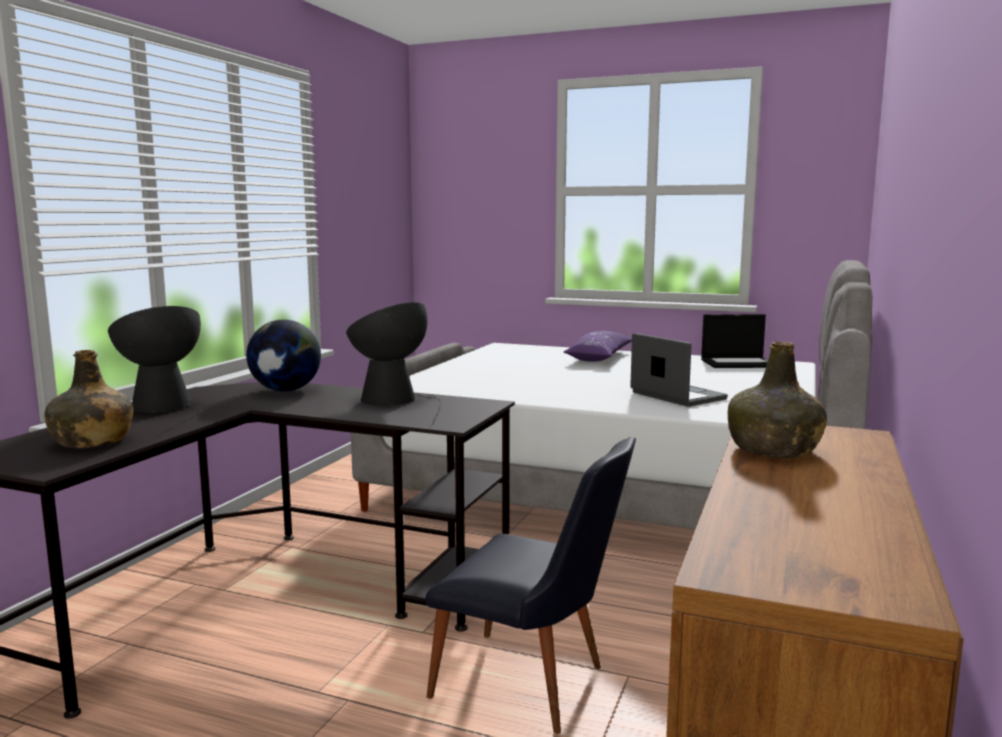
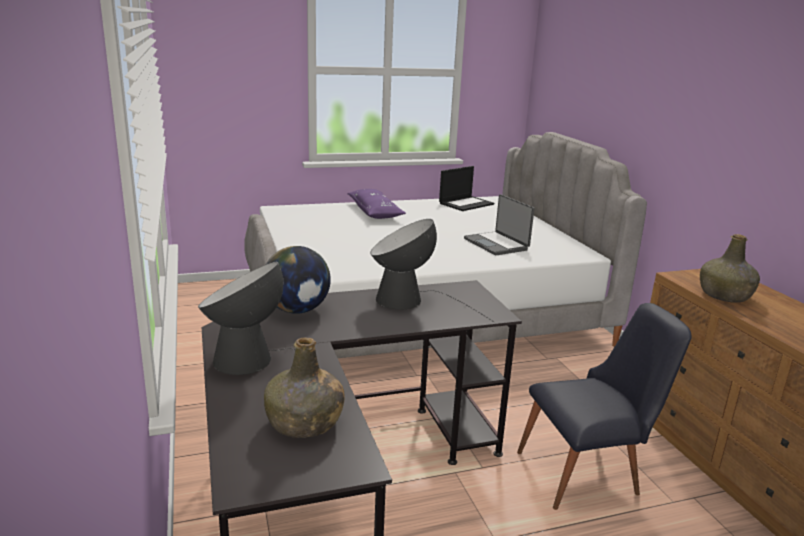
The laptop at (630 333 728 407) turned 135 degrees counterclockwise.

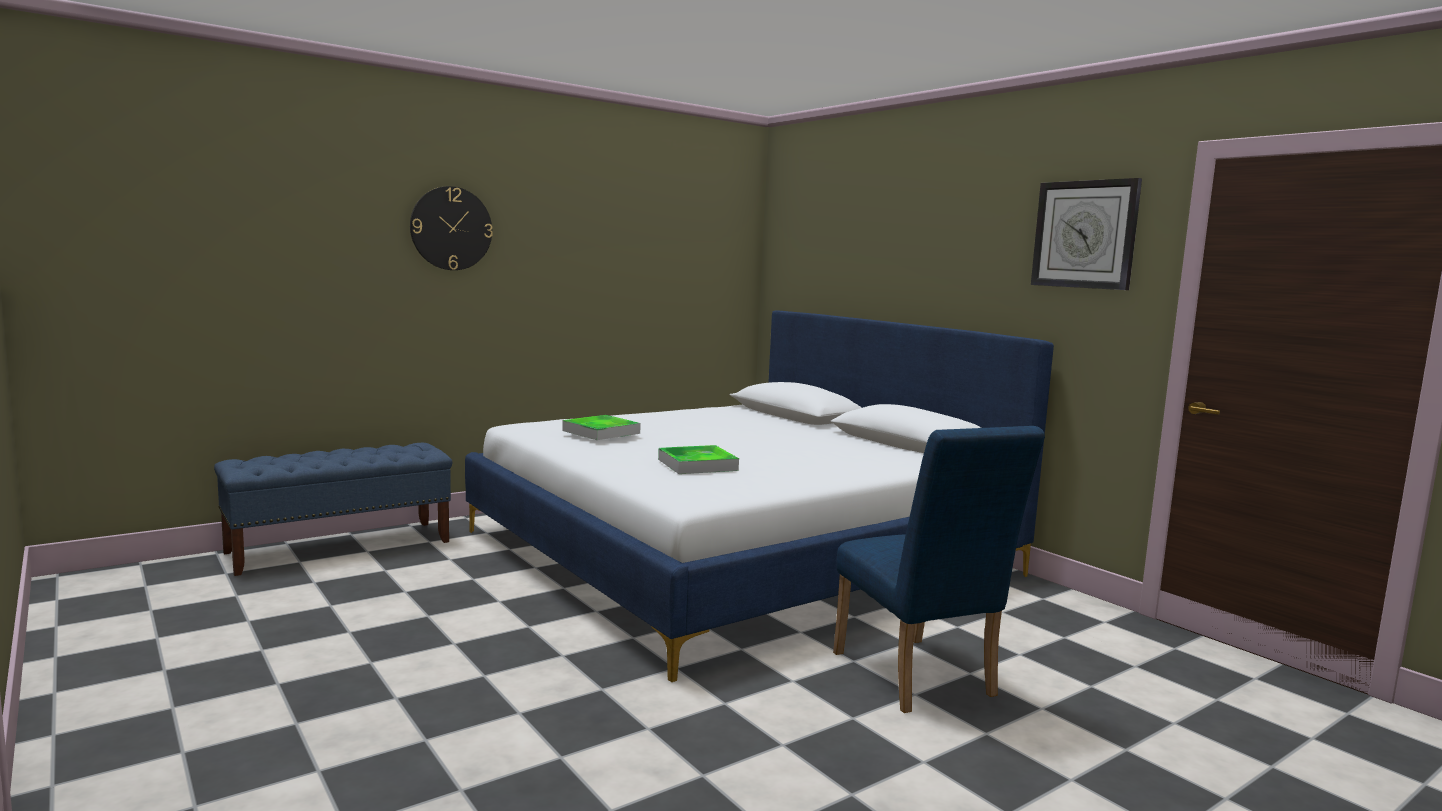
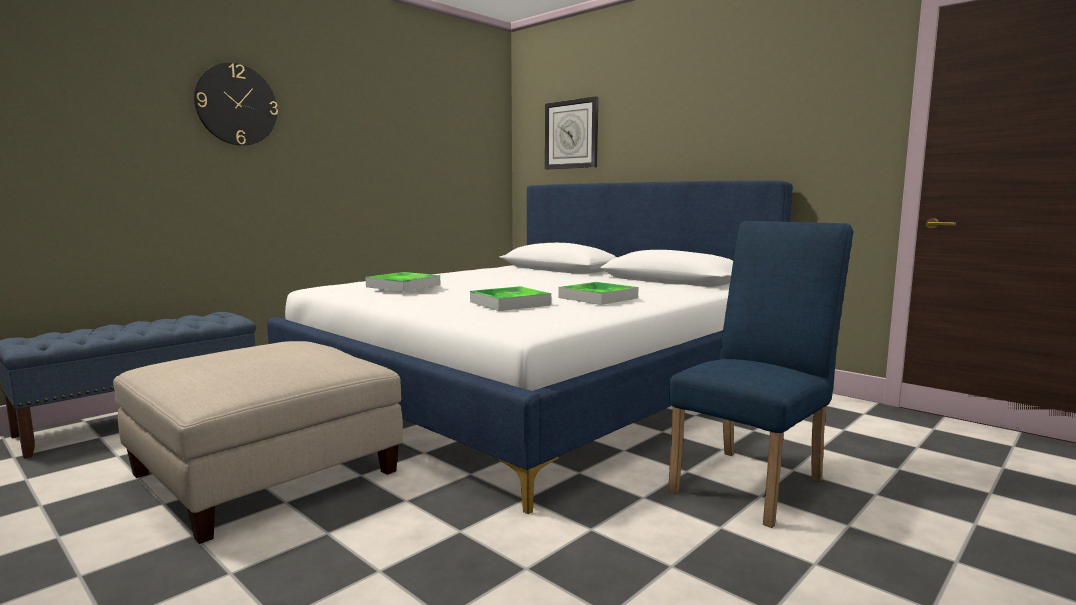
The beige ottoman at (113 341 403 544) appeared. The tray at (559 282 638 305) appeared. The wall clock moved from (1031 178 1142 290) to (545 96 598 169). The blue chair at (833 426 1045 713) turned 105 degrees counterclockwise.

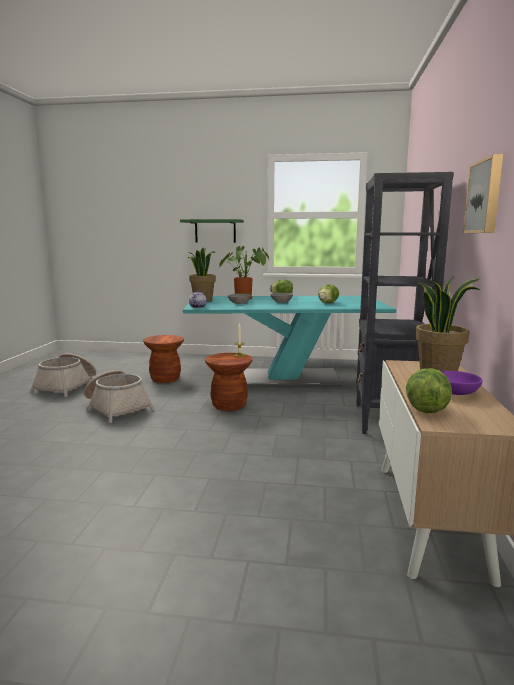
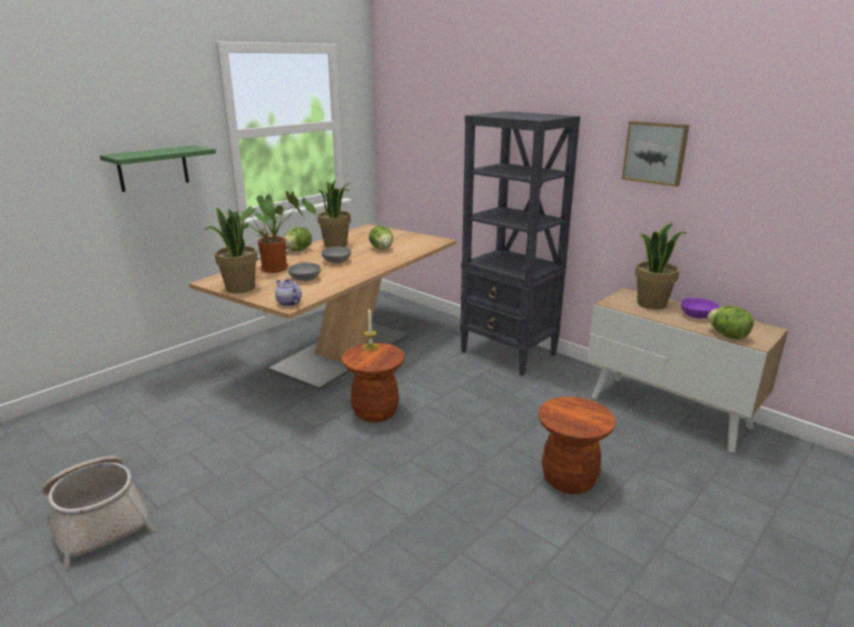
The basket at (84 370 154 423) disappeared. The potted plant at (317 181 351 248) appeared. The brown stool moved from (143 335 184 383) to (539 397 616 494). The turquoise dining table at (183 296 396 387) became the beige dining table at (189 224 456 390).

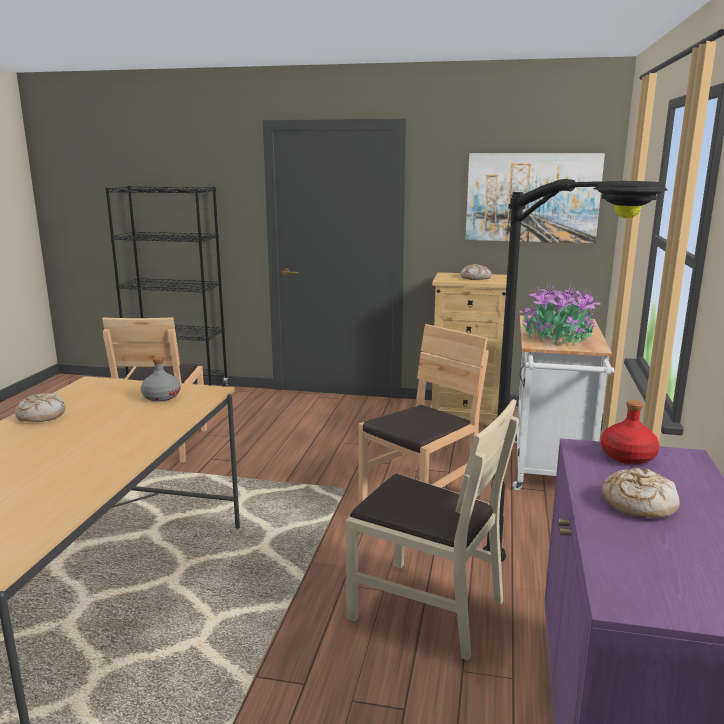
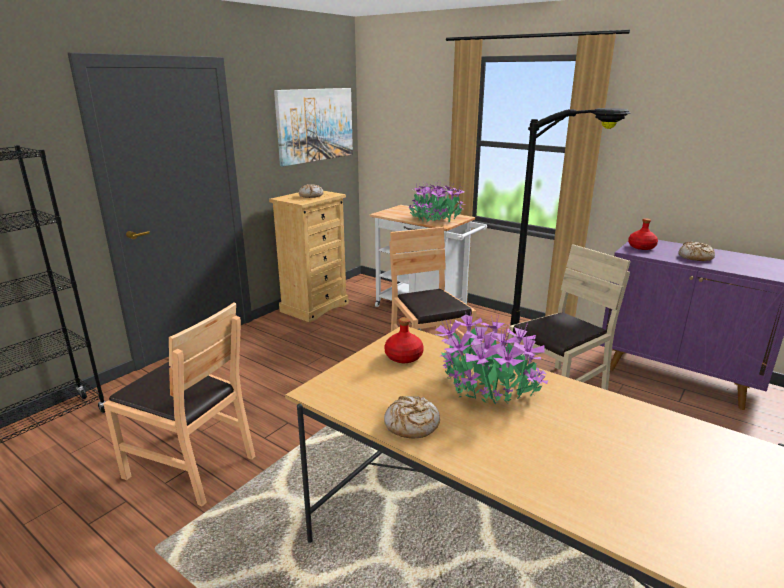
The potted plant at (436 311 549 404) appeared. The grey bottle at (141 357 181 402) became the red bottle at (384 317 424 363).

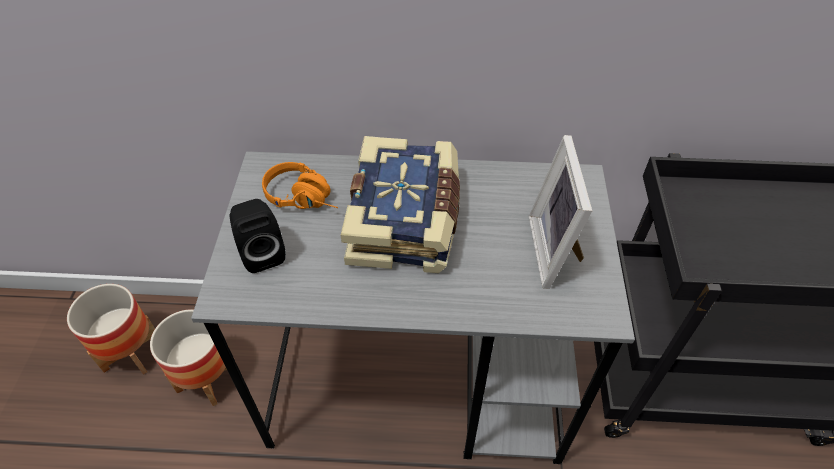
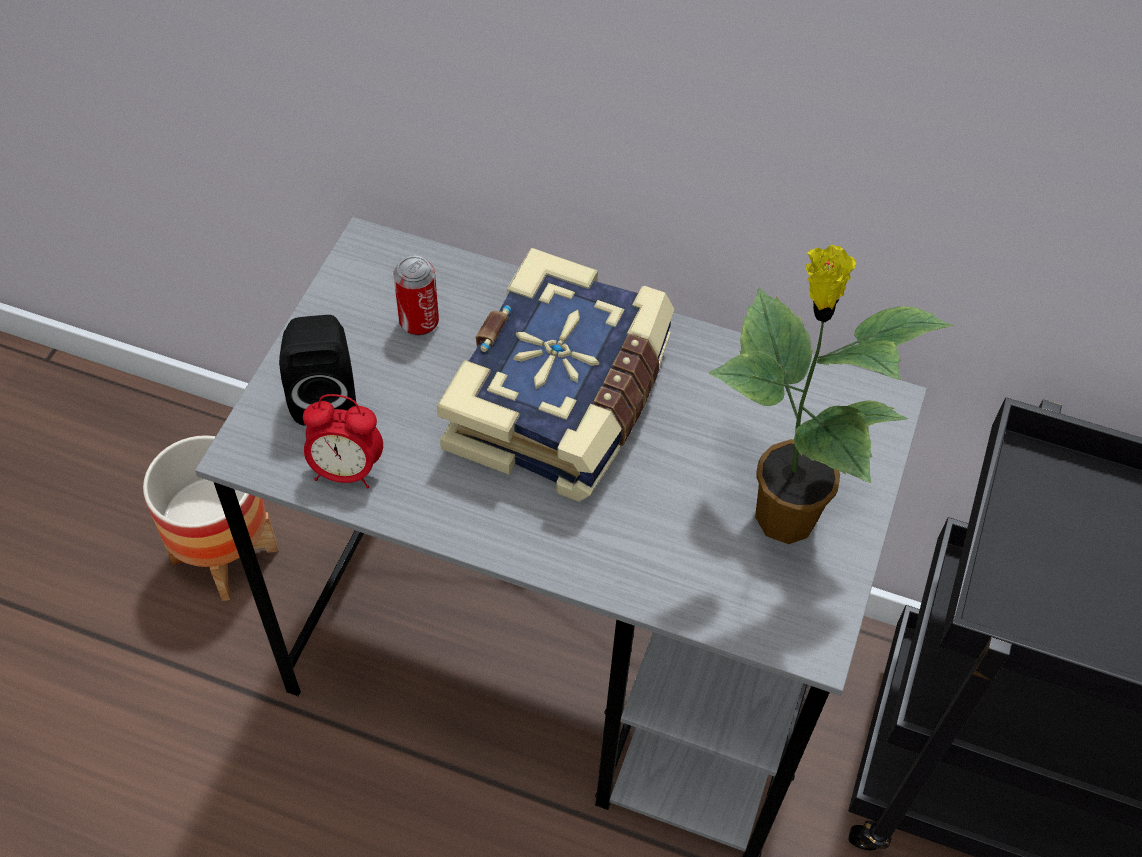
The planter at (67 284 155 375) disappeared. The alarm clock at (303 394 383 488) appeared. The orange headphones at (262 162 338 209) was replaced by the can at (393 256 439 336). The picture frame at (529 135 592 289) was replaced by the potted plant at (708 245 954 544).

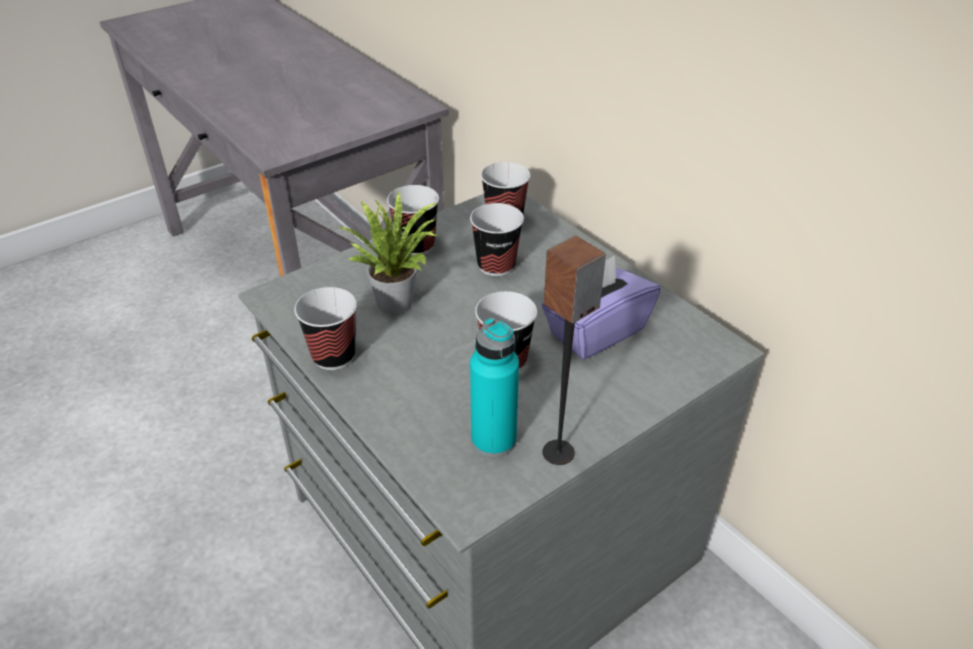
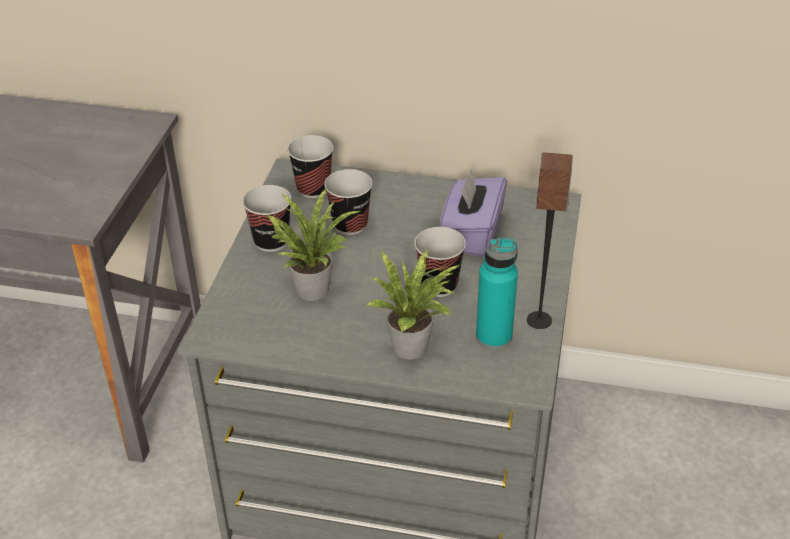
The cup at (294 287 357 370) disappeared. The potted plant at (367 249 462 359) appeared.

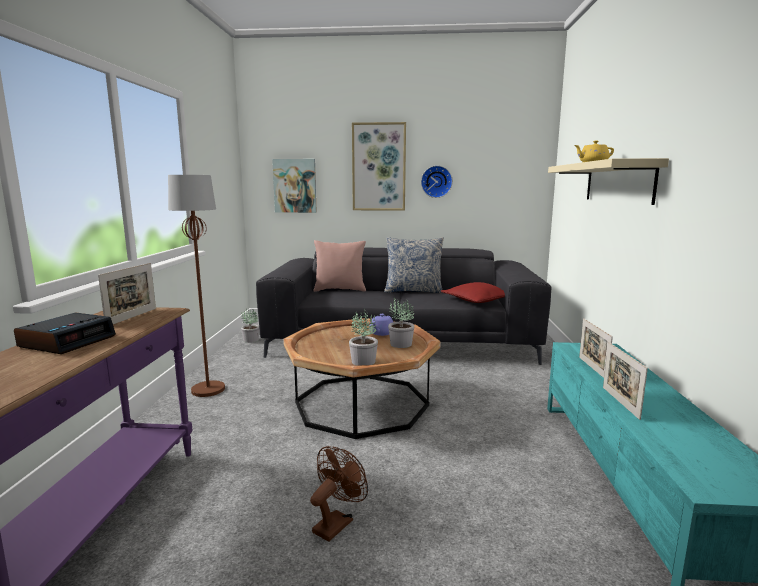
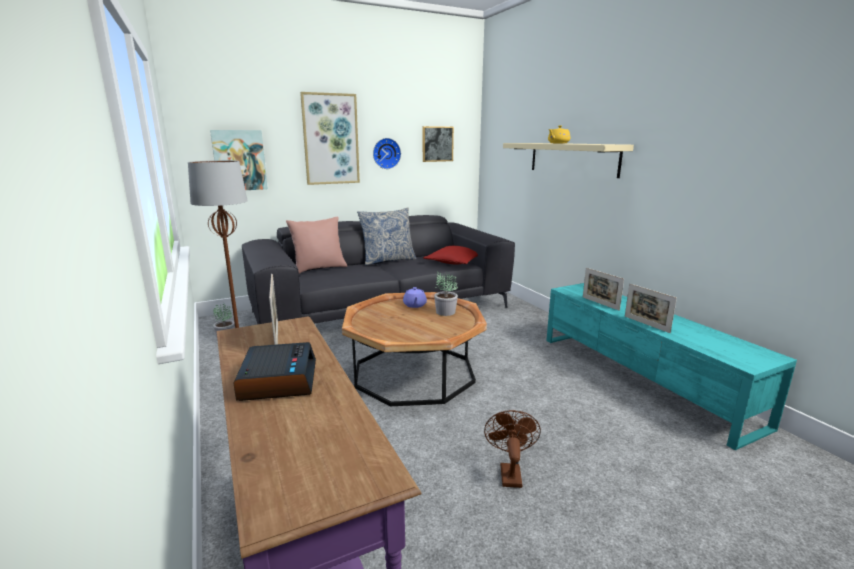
The potted plant at (349 309 378 366) disappeared. The picture at (423 126 454 162) appeared.

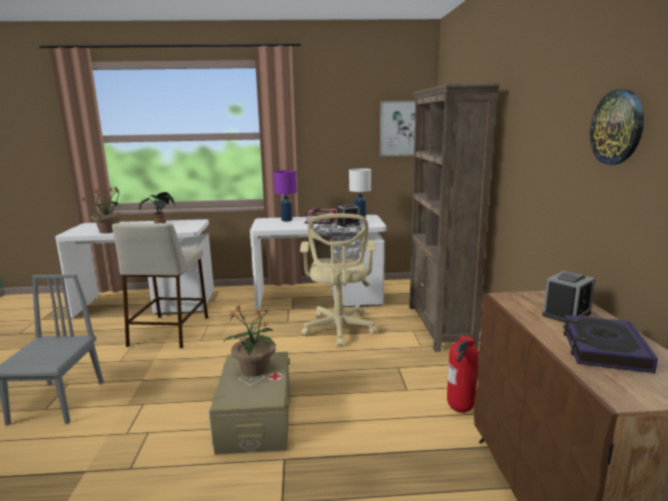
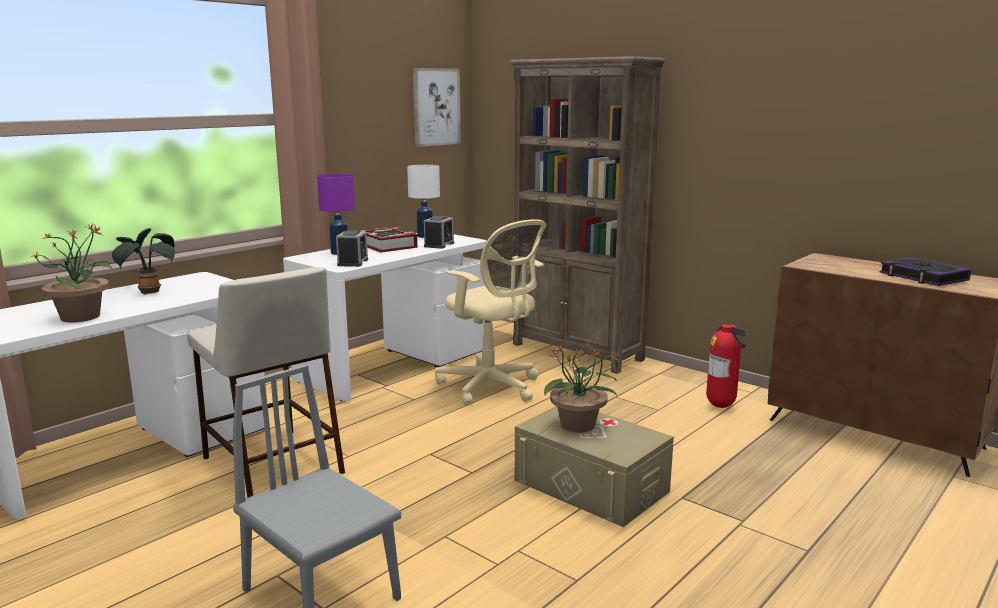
The wall clock at (590 89 644 165) disappeared. The alarm clock moved from (542 271 595 323) to (336 230 368 267).

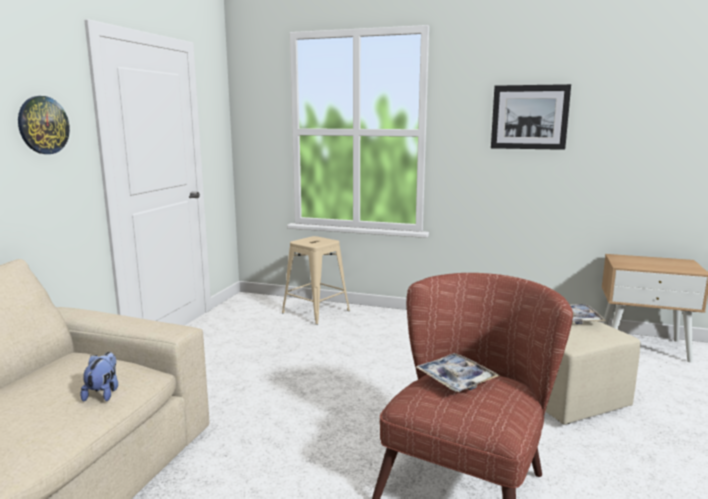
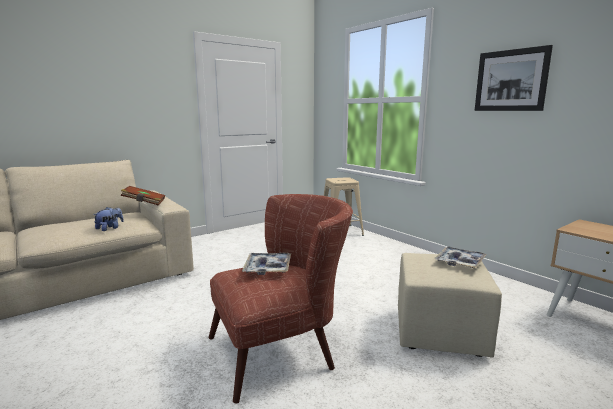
The wall clock at (18 96 70 154) disappeared. The brown book at (121 186 165 205) appeared.

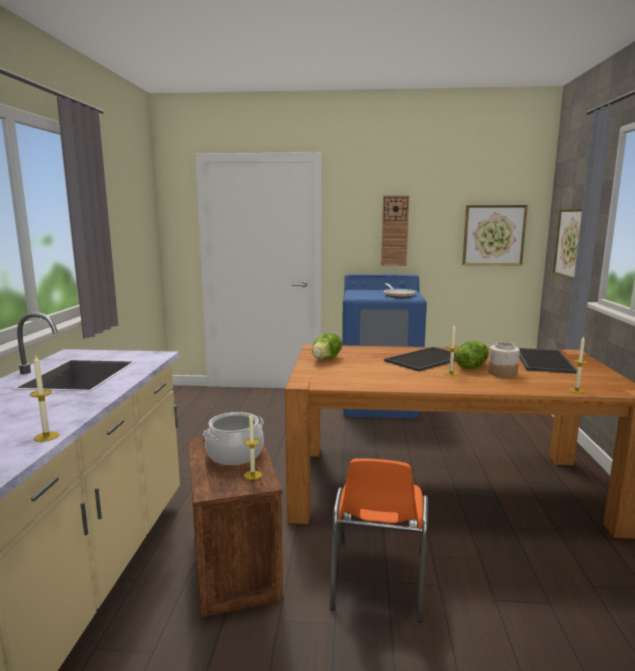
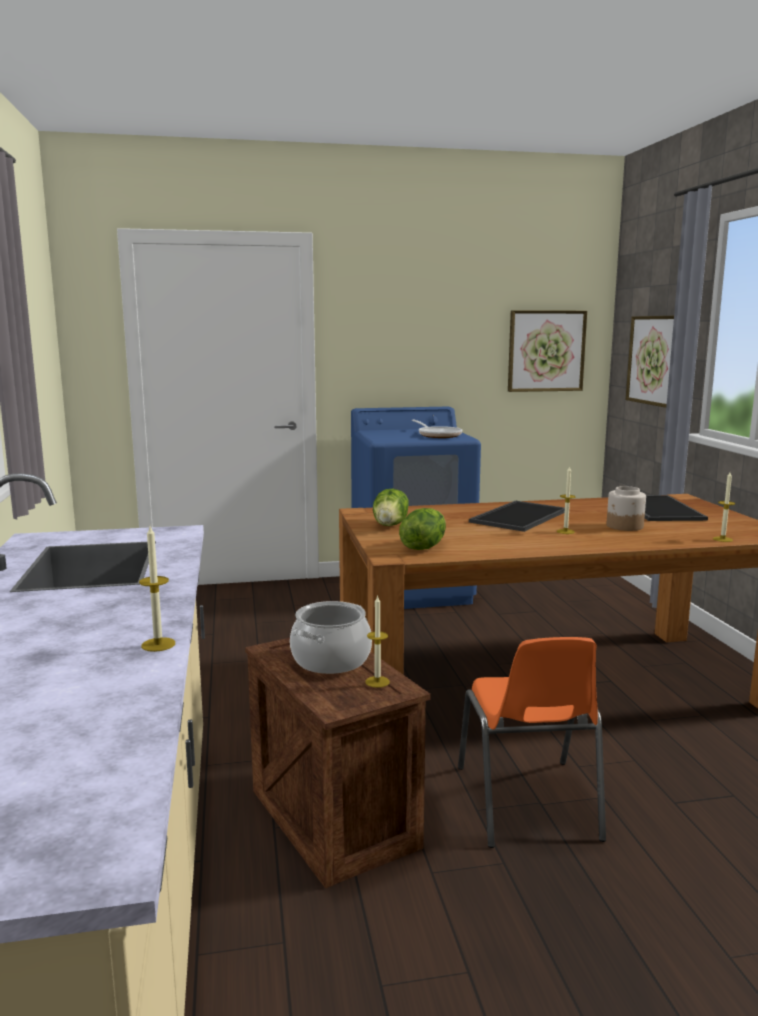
The wall clock at (381 195 409 266) disappeared. The lettuce moved from (455 341 488 369) to (399 508 446 550).

